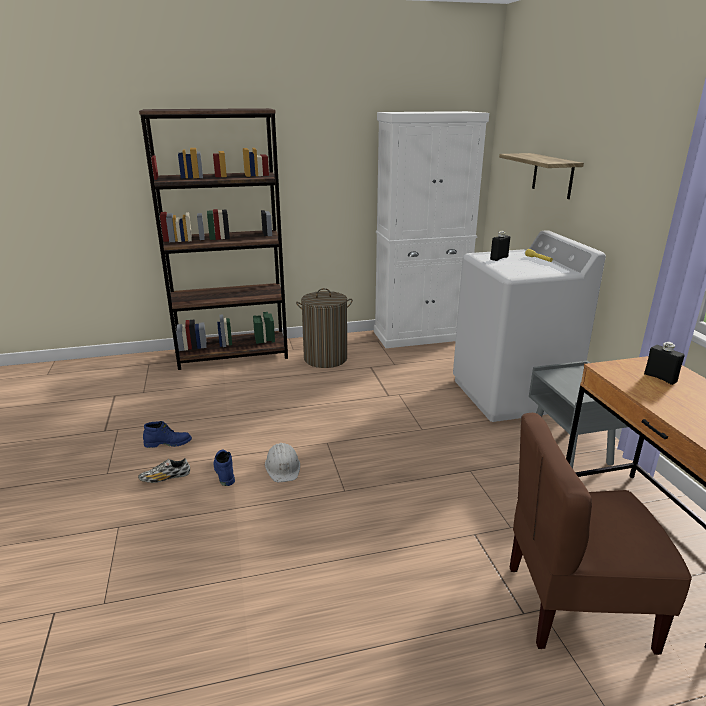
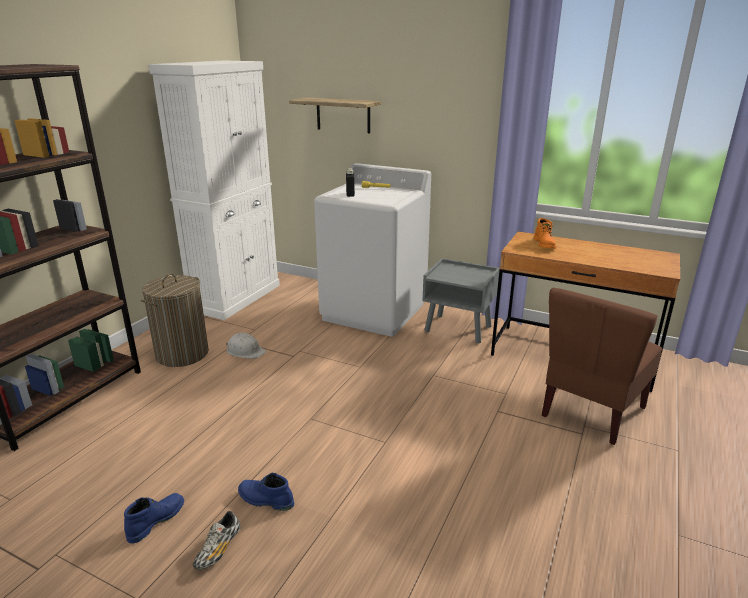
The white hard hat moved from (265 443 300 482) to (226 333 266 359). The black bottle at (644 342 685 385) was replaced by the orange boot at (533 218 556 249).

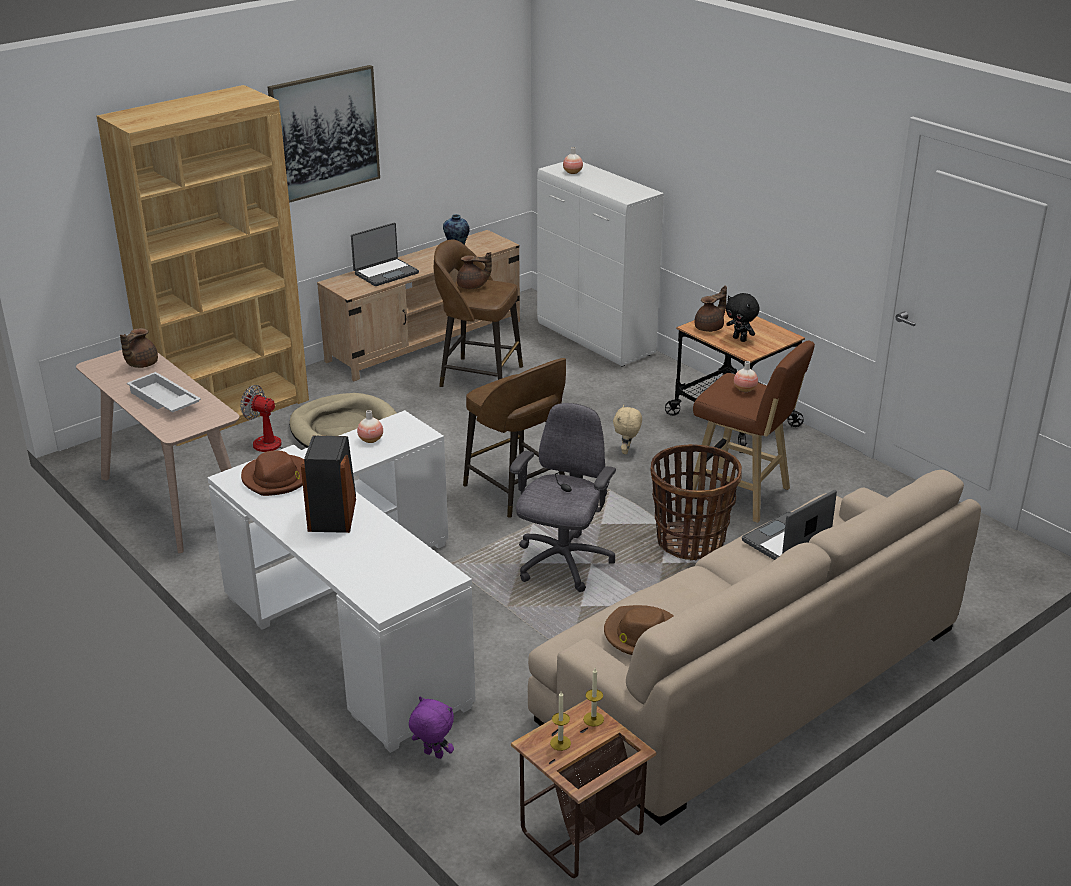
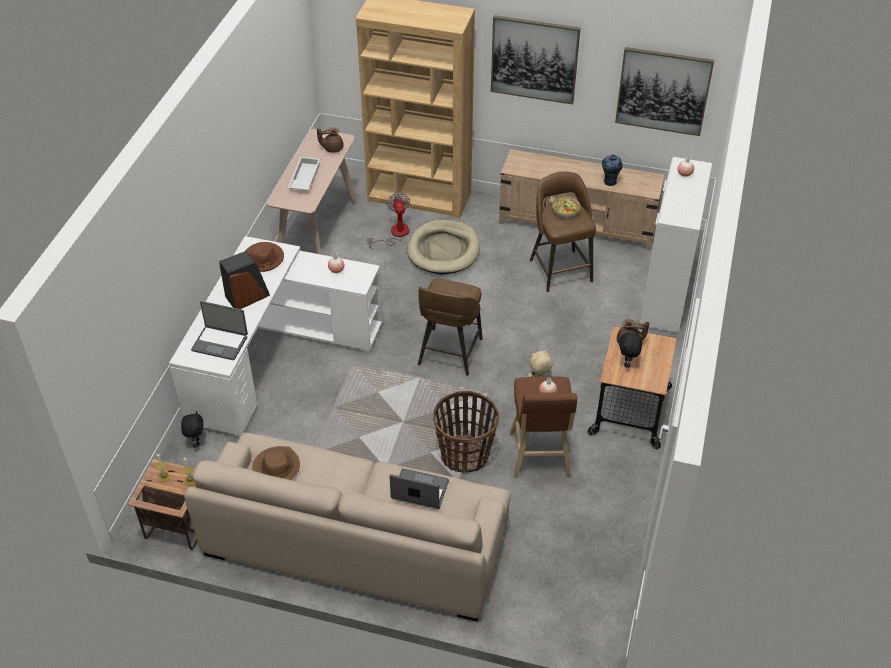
The grey office chair at (510 403 616 592) disappeared. The picture at (615 47 714 136) appeared. The laptop moved from (351 223 419 286) to (191 301 248 360). The brown teapot at (457 252 492 289) was replaced by the bowl at (552 196 580 218). The purple plush toy at (409 697 454 759) became the black plush toy at (181 411 203 448).

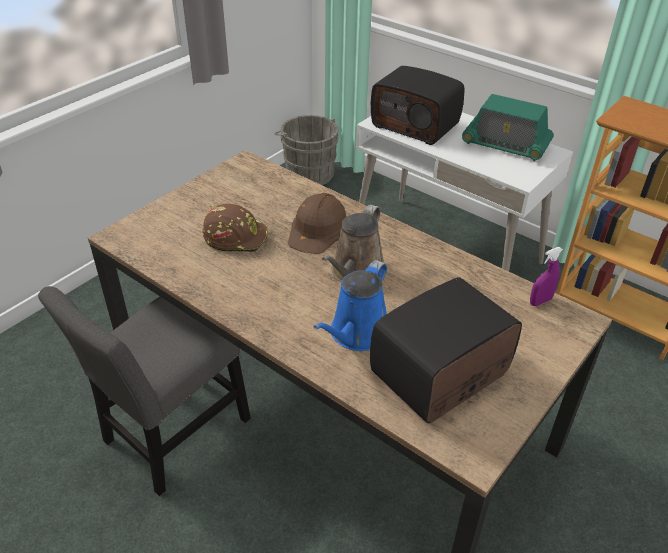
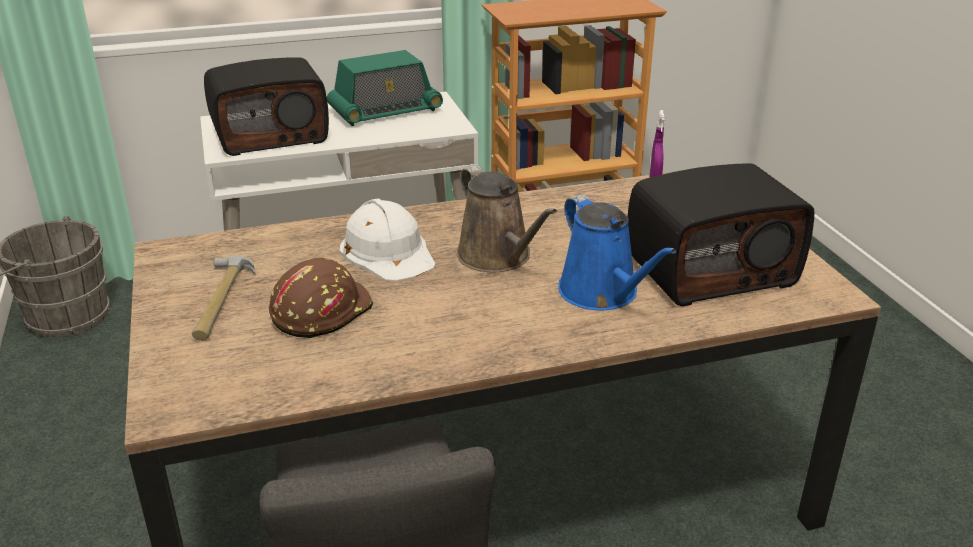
The hammer at (192 255 255 341) appeared. The brown hard hat at (288 193 347 254) became the white hard hat at (340 198 436 281). The radio at (370 277 522 423) turned 105 degrees counterclockwise.

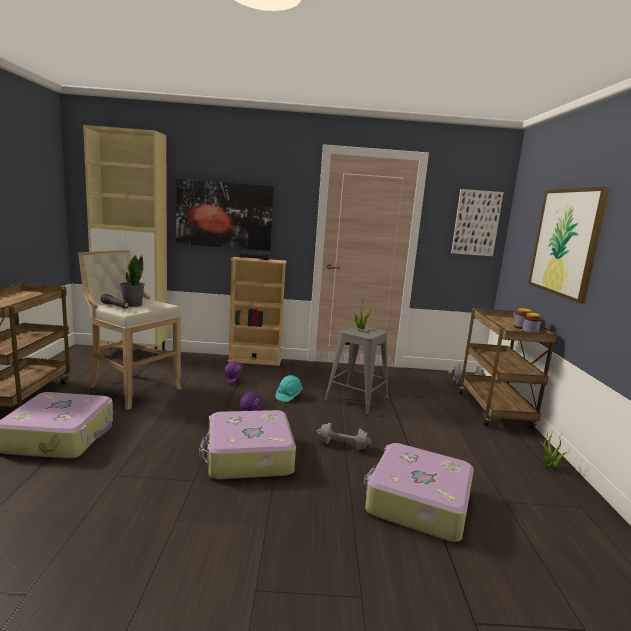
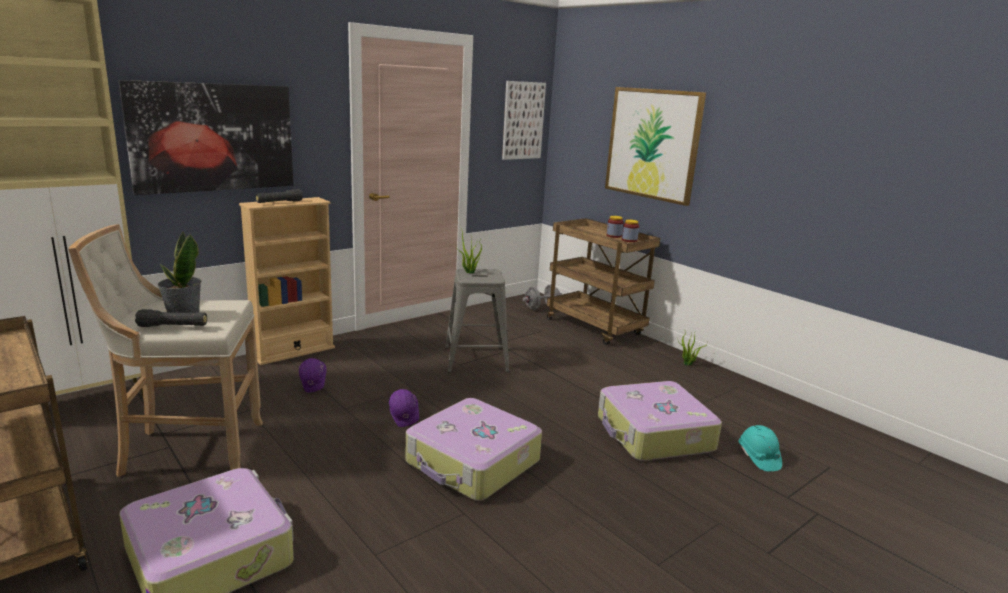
The grey dumbbell at (317 423 371 450) disappeared. The turquoise hard hat moved from (276 375 303 402) to (738 425 782 471).

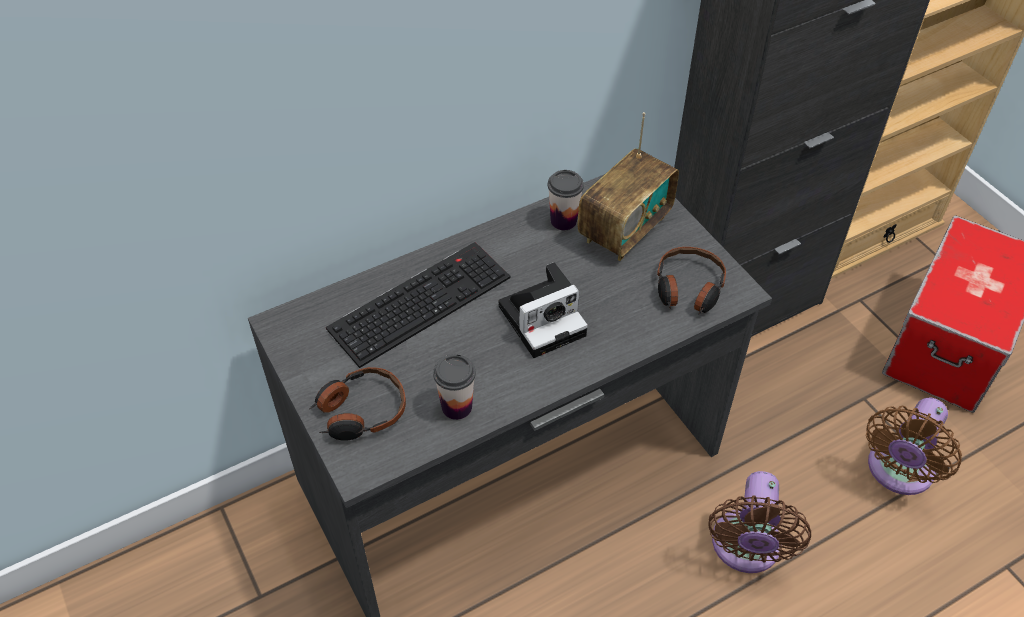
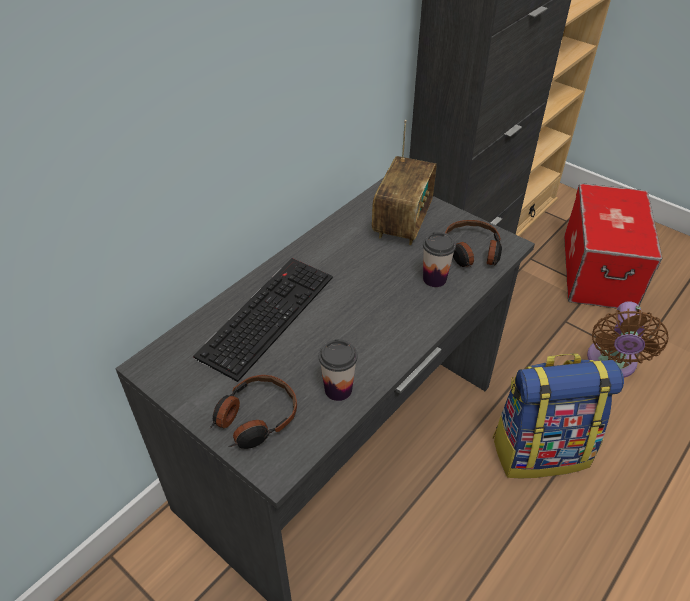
The photo camera at (499 262 588 358) disappeared. The cup moved from (548 170 584 230) to (423 232 456 287). The brown fan at (708 471 811 573) was replaced by the backpack at (492 353 624 478).

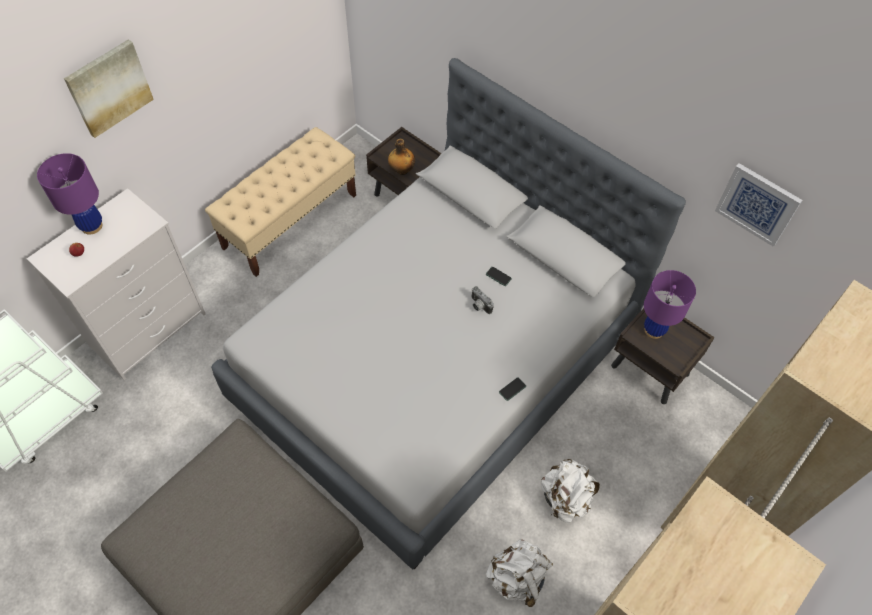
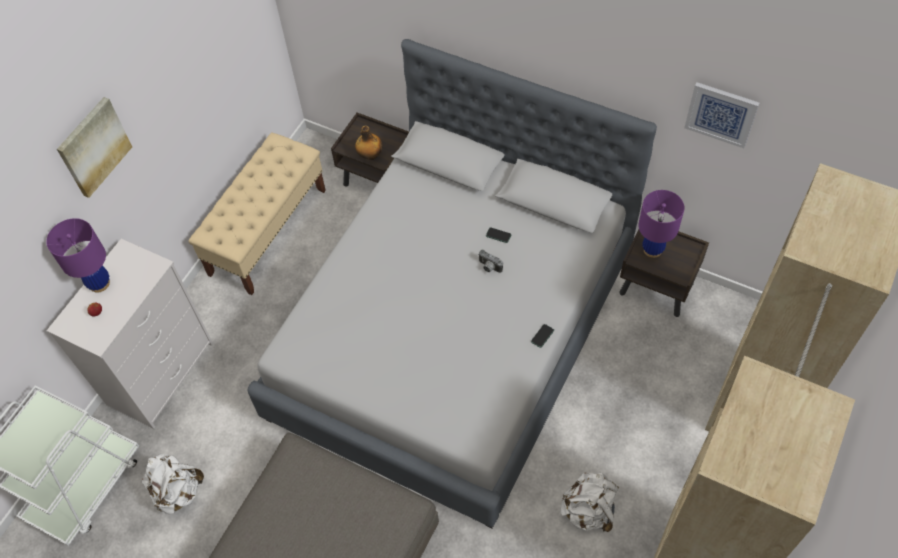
The white backpack moved from (541 459 600 523) to (142 454 204 515).

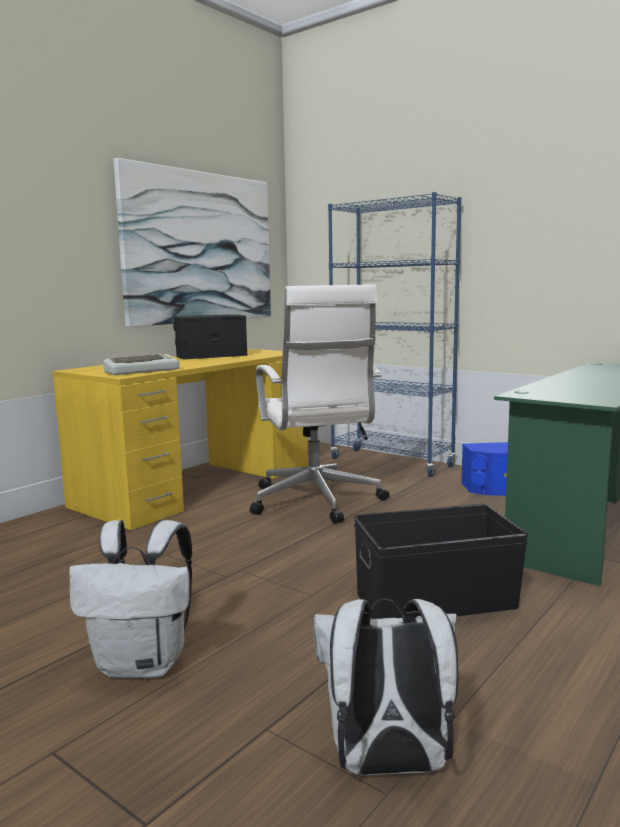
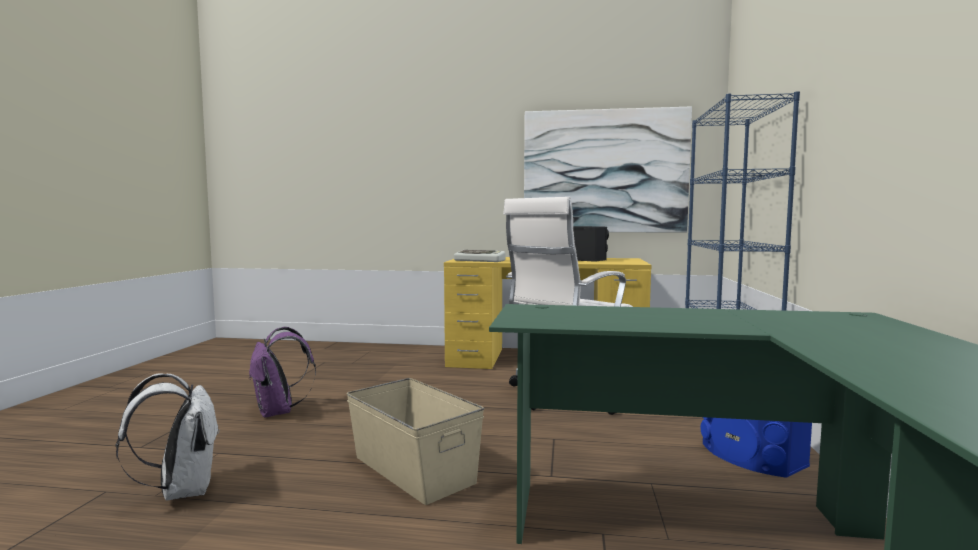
The white backpack at (69 520 192 678) became the purple backpack at (249 327 316 418). The black storage box at (354 504 528 619) became the beige storage box at (346 378 484 505).

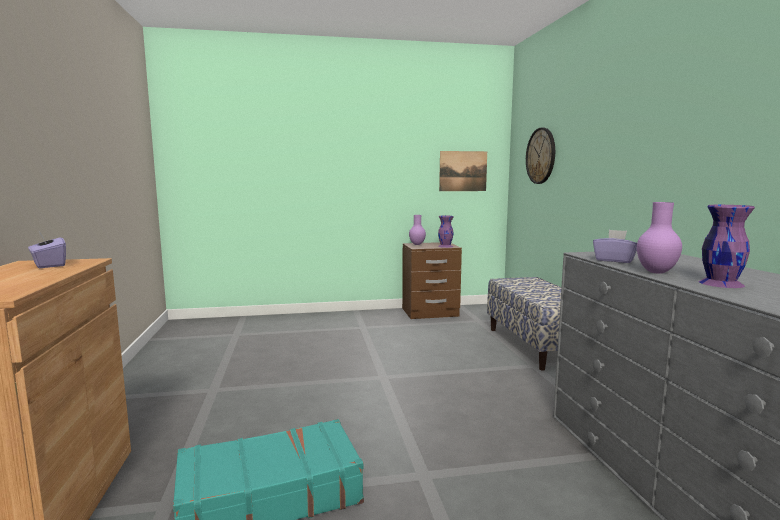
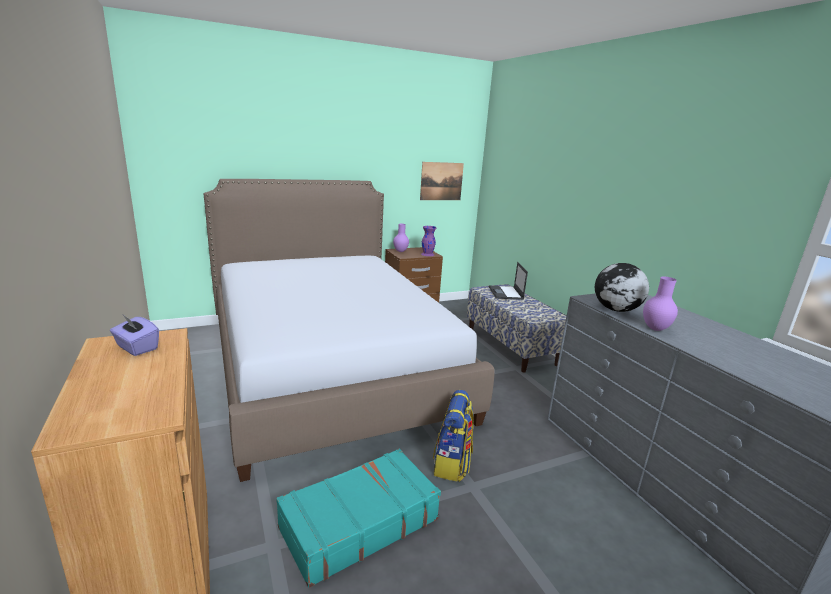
The wall clock at (526 128 555 184) disappeared. The purple vase at (698 205 755 288) disappeared. The bed at (204 179 494 482) appeared. The backpack at (433 390 474 482) appeared. The laptop at (489 262 528 300) appeared. The purple tissue box at (593 230 637 263) was replaced by the globe at (595 263 649 312).

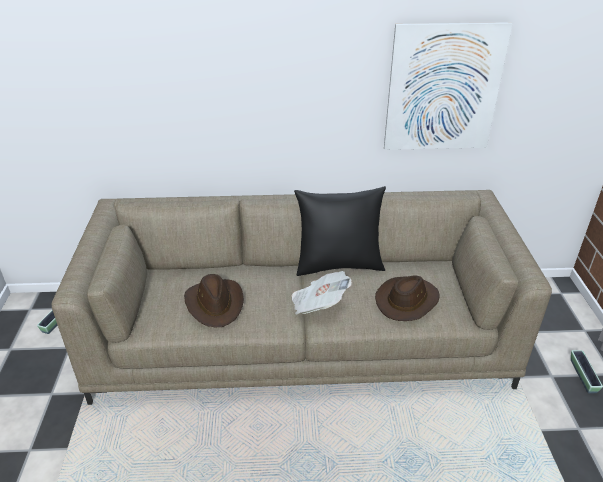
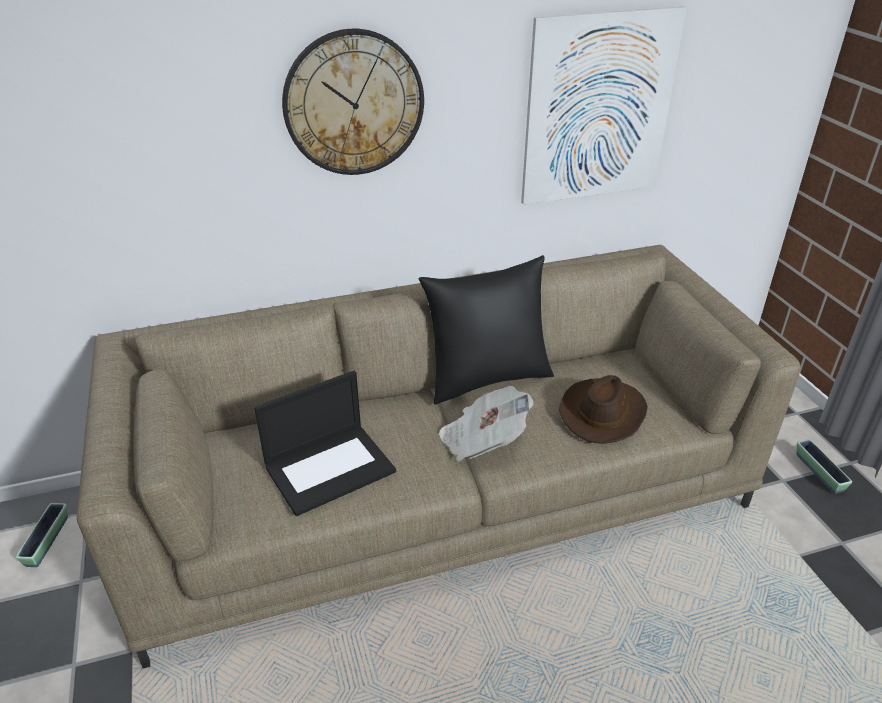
The wall clock at (282 29 424 175) appeared. The brown hat at (184 274 244 327) was replaced by the laptop at (254 371 396 516).

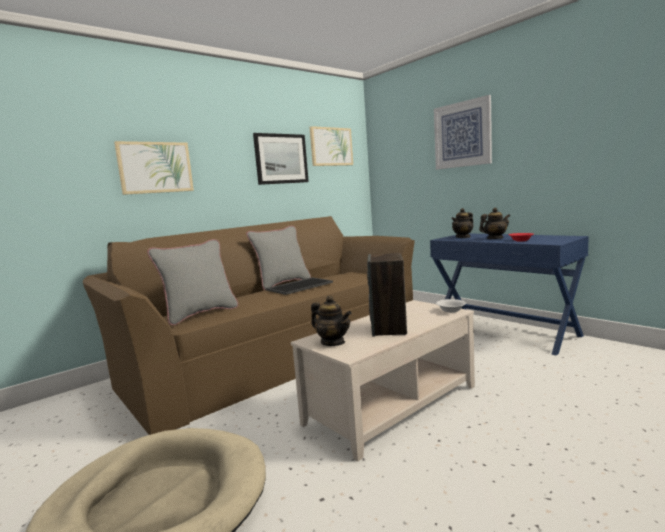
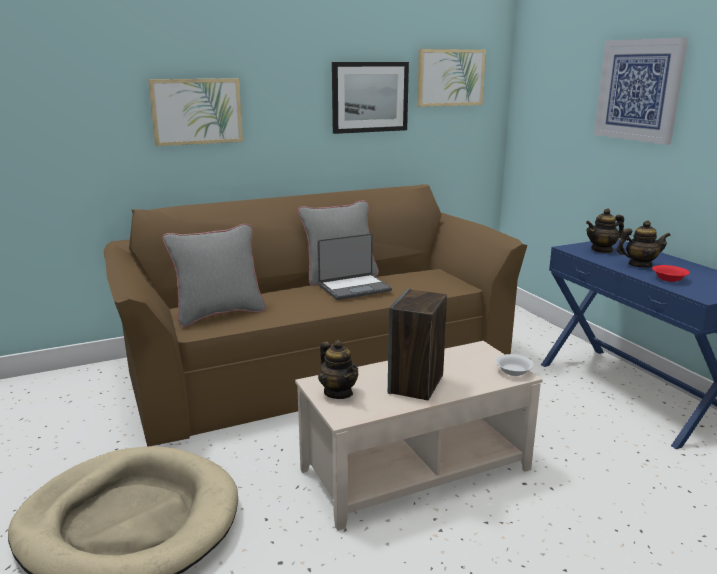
The tray at (266 277 333 295) was replaced by the laptop at (317 233 392 300).

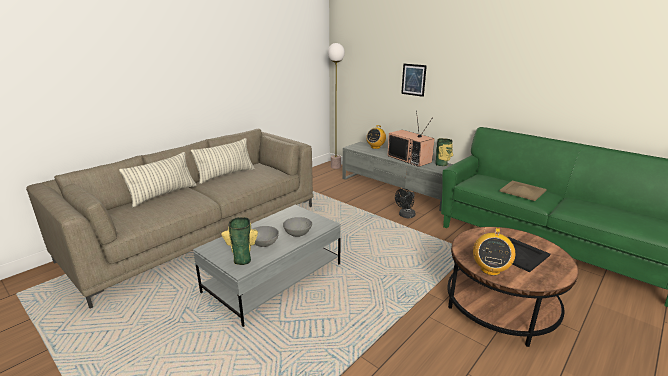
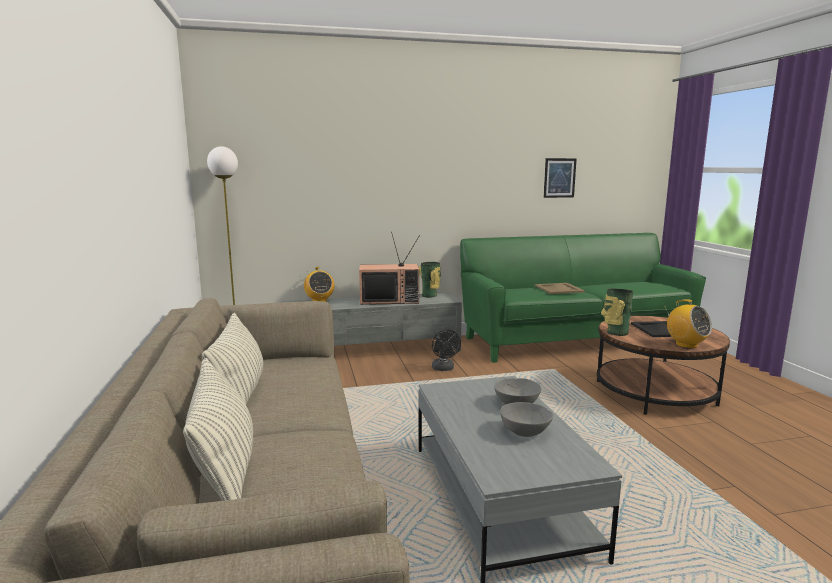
The vase moved from (221 217 258 265) to (601 288 633 336). The picture moved from (401 64 427 97) to (544 158 577 198).

